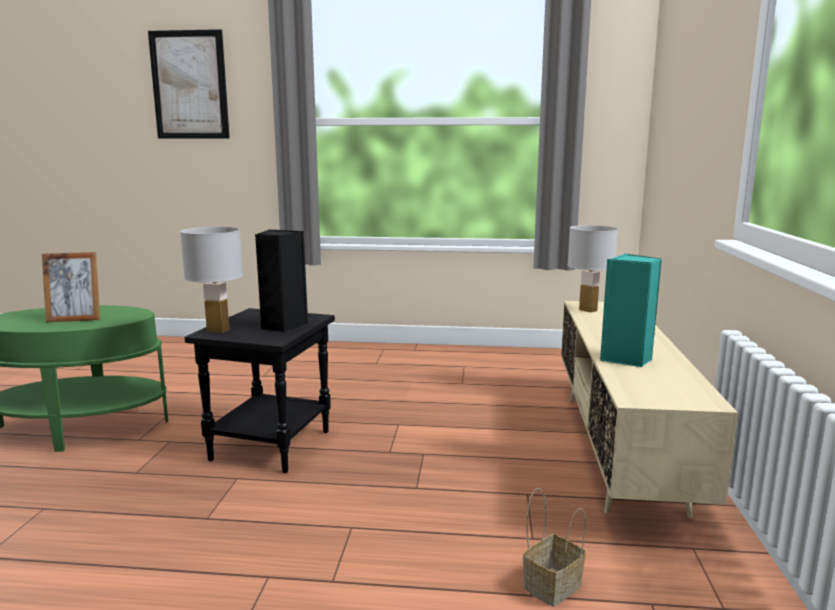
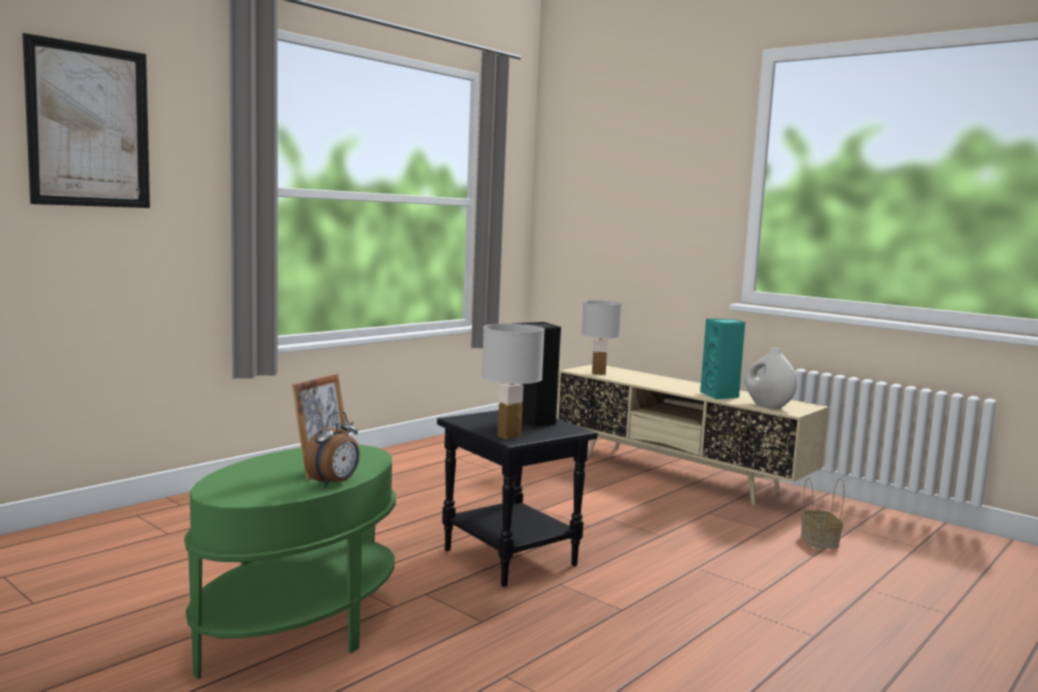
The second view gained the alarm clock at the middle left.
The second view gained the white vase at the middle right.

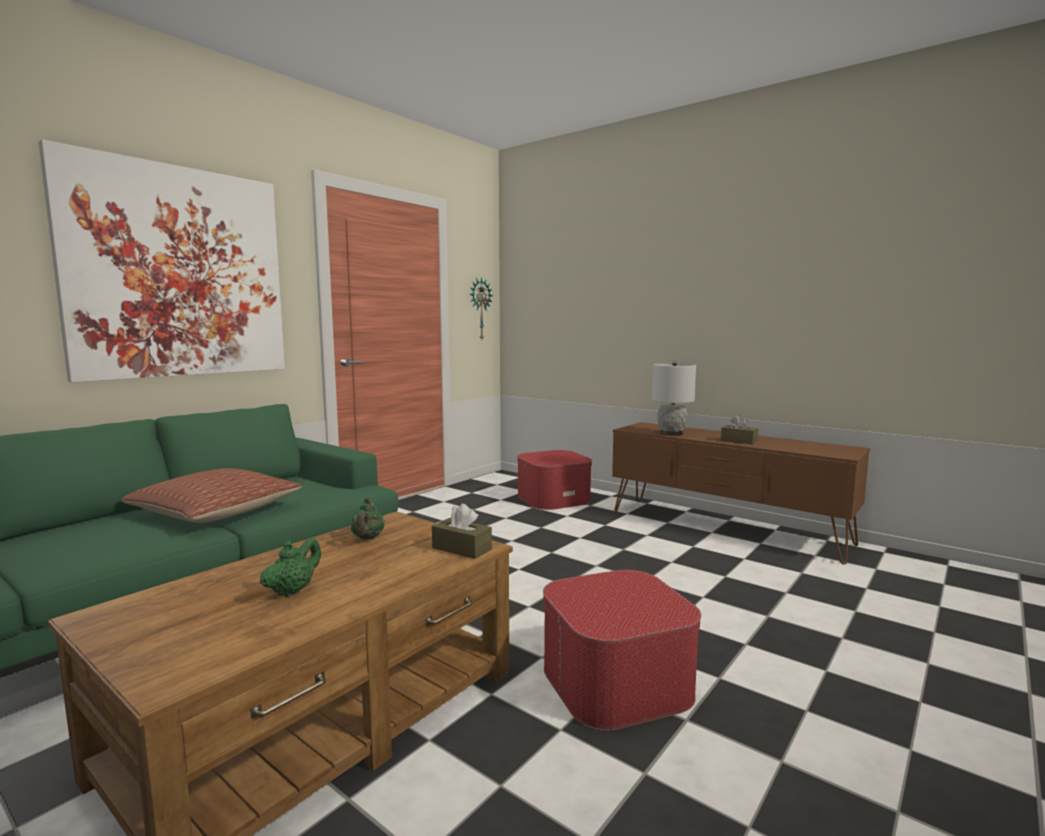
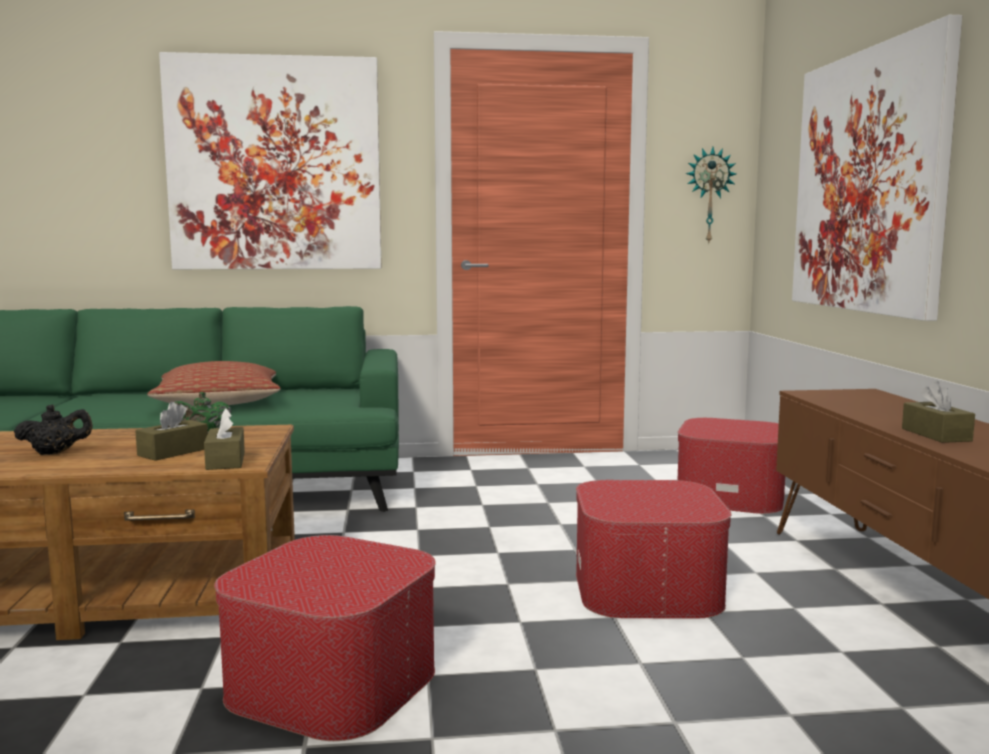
What was the green teapot (1st from left) at the bottom left turned into the black teapot at the middle left.
The second view lost the white table lamp at the centre.
The second view gained the brown tissue box (1st from left) at the middle left.
The second view gained the ottoman (2nd from left) at the bottom centre.
The second view gained the picture (2nd from left) at the top right.

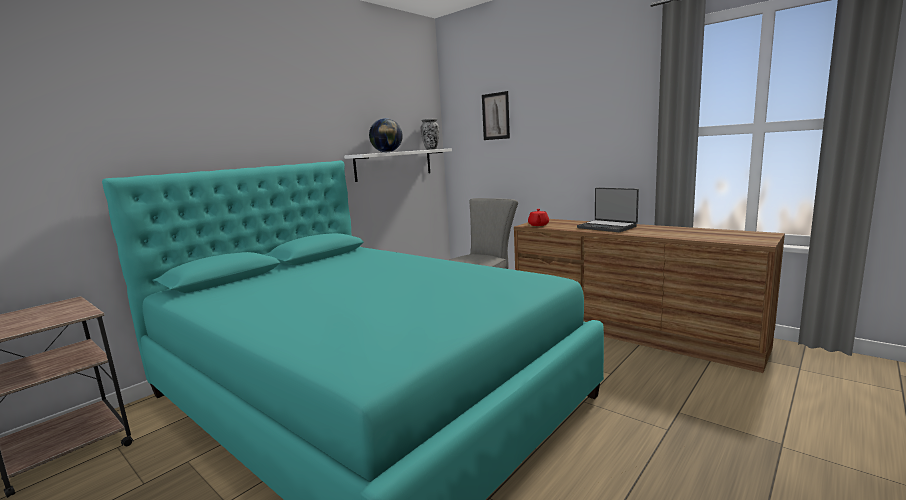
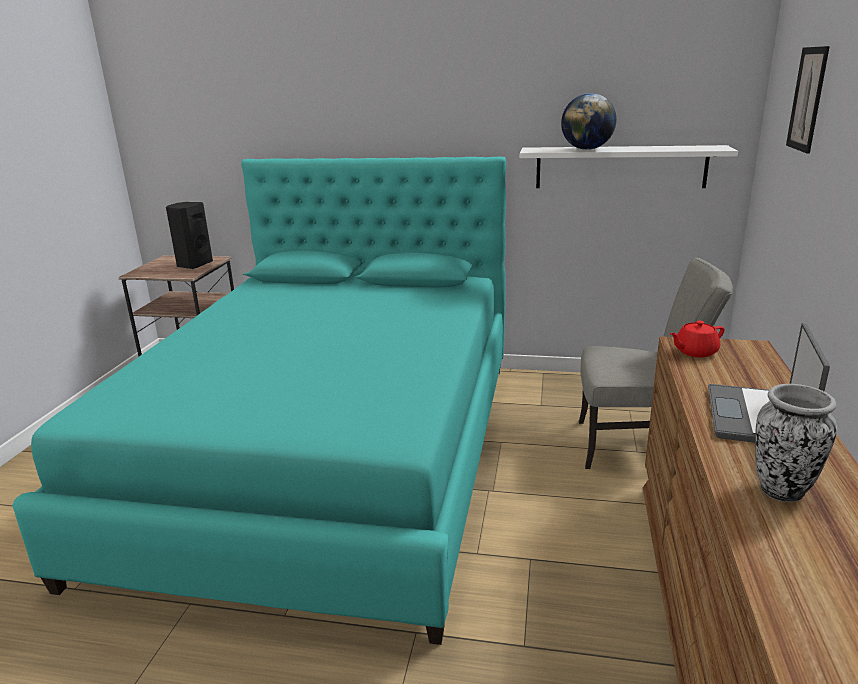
The vase ended up elsewhere, having gone from the top centre to the middle right.
The second view gained the black speaker at the middle left.

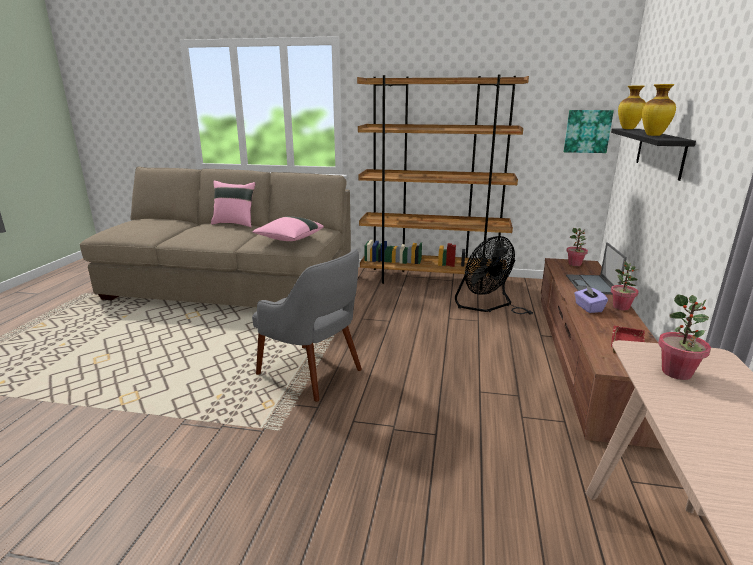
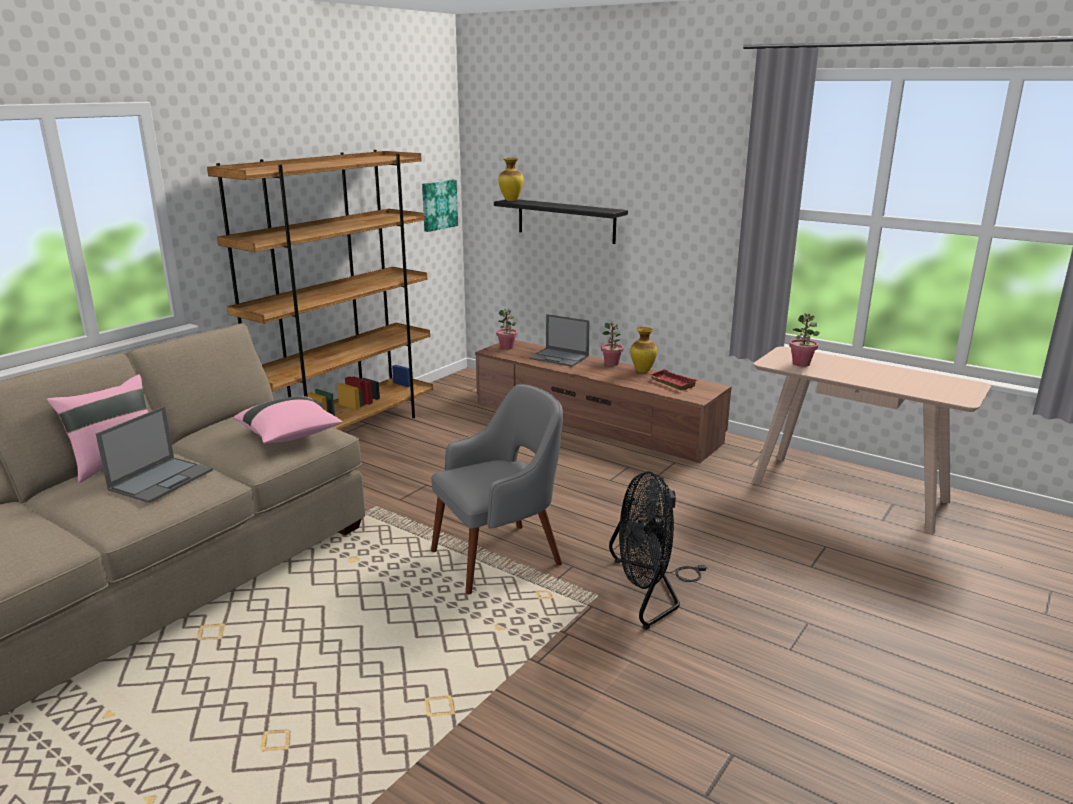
The black fan ended up elsewhere, having gone from the centre to the bottom centre.
The second view lost the purple tissue box at the middle right.
The vase (2nd from left) ended up elsewhere, having gone from the top right to the centre.
The second view gained the laptop (1st from left) at the middle left.

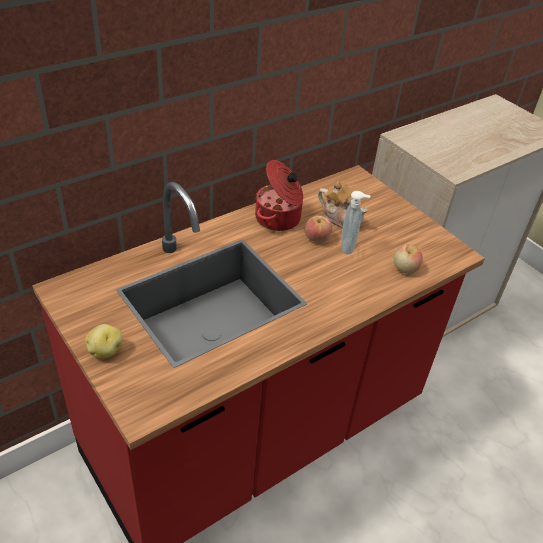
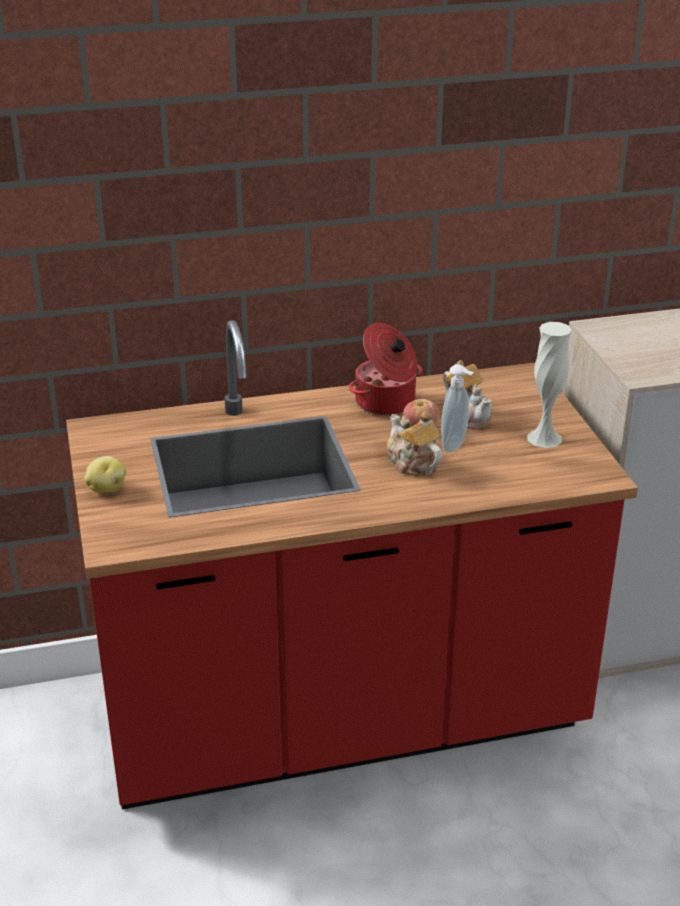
The second view lost the apple (2nd from left) at the middle right.
The second view gained the teapot (1st from left) at the centre.
The second view gained the white vase at the middle right.

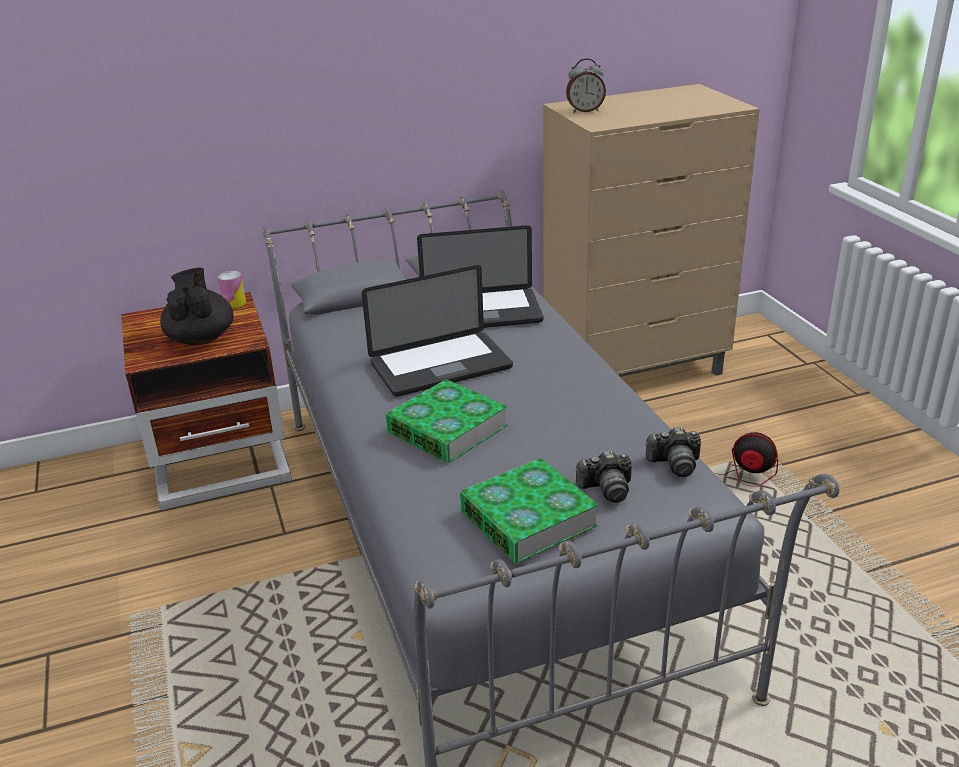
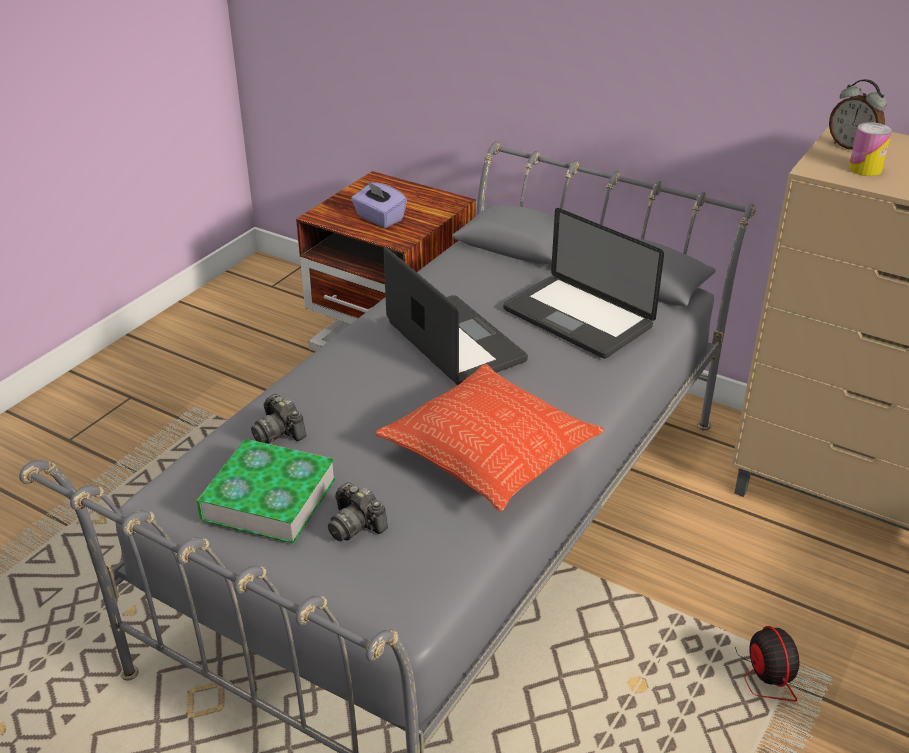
Where the black teapot stood at the middle left, the purple tissue box came to stand at the top centre.
The can ended up elsewhere, having gone from the middle left to the top right.
The laptop (1st from left) at the centre ended up facing another way, 150 degrees counterclockwise from before.
The second view lost the book (1st from left) at the centre.
The photo camera (2nd from left in the first image) ended up elsewhere, having gone from the middle right to the middle left.
The second view gained the orange pillow at the centre.

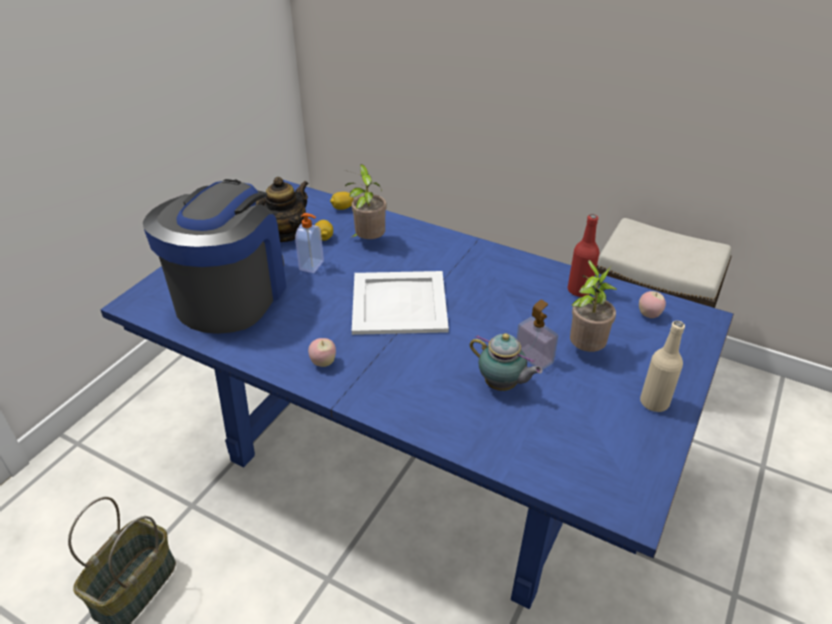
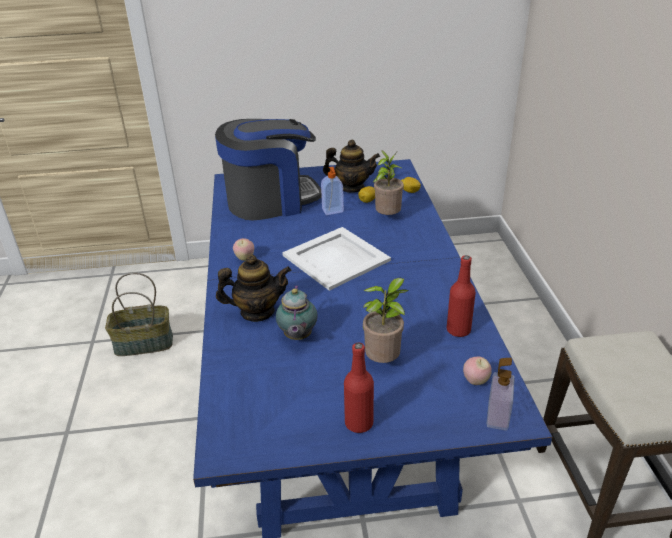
The soap dispenser (2nd from left) ended up elsewhere, having gone from the centre to the bottom right.
What was the beige bottle at the middle right turned into the red bottle (1st from left) at the bottom centre.
The second view gained the teapot (1st from left) at the centre.

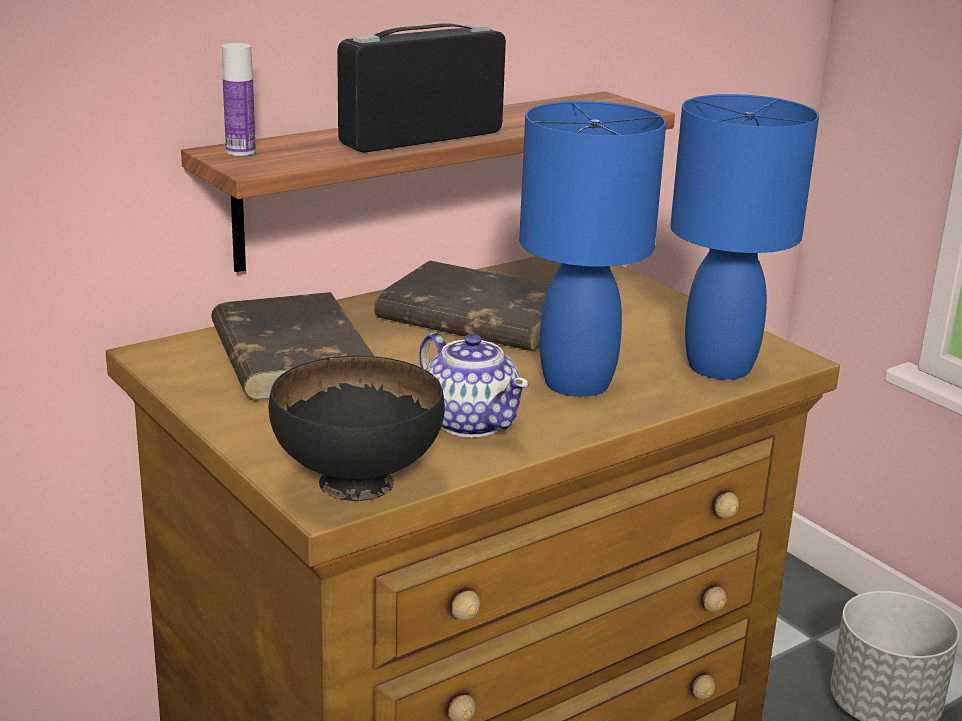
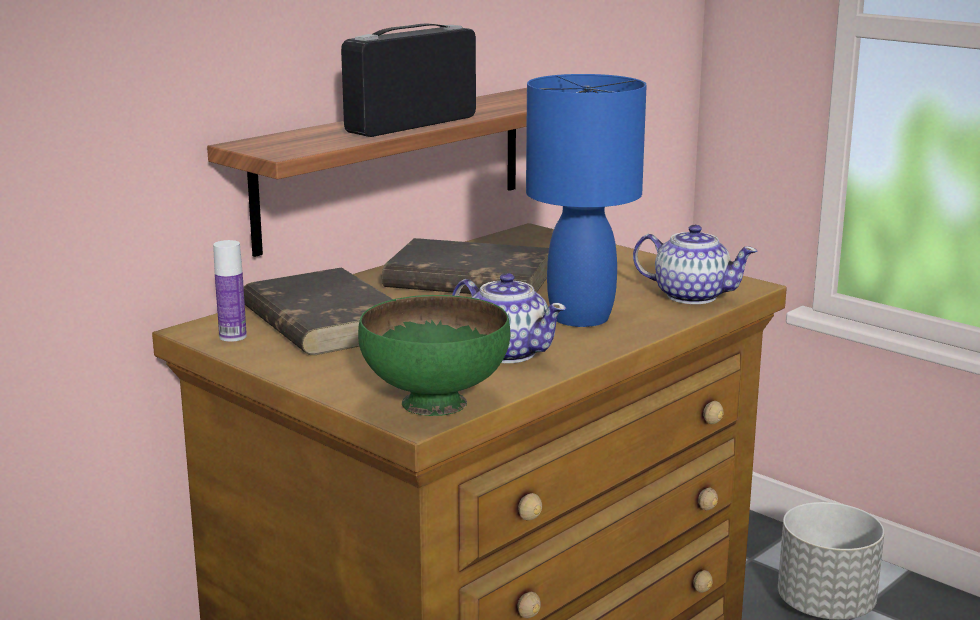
The bottle ended up elsewhere, having gone from the top left to the middle left.
What was the black bowl at the centre turned into the green bowl at the centre.
Where the blue table lamp (2nd from left) stood at the top right, the teapot (2nd from left) came to stand at the middle right.

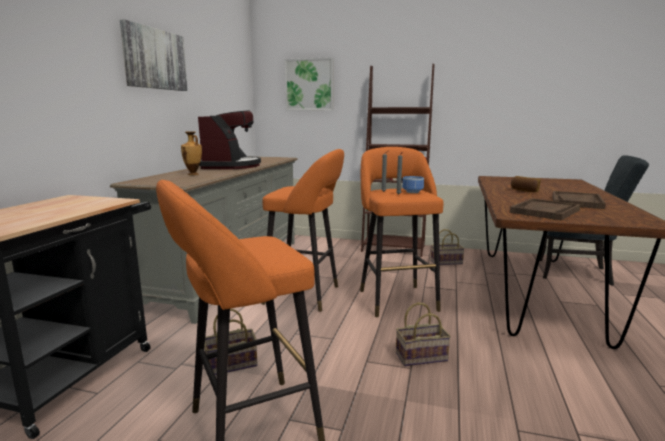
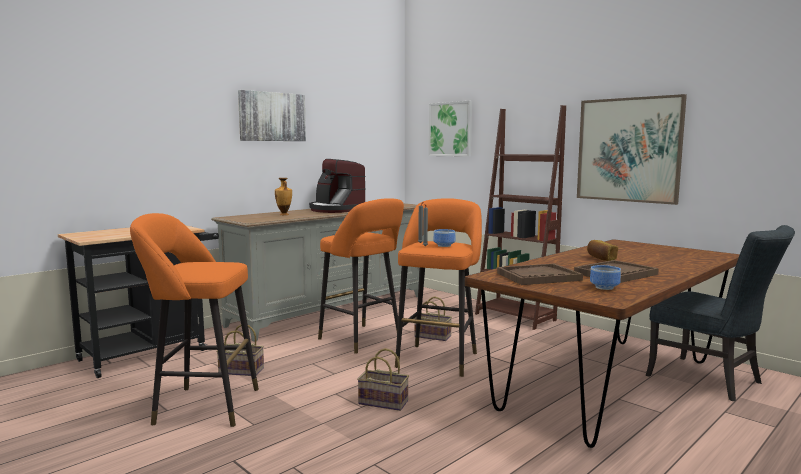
The coffee machine at the top centre ended up facing another way, 105 degrees clockwise from before.
The basket (3rd from left) ended up elsewhere, having gone from the middle right to the bottom centre.
The second view gained the picture (3rd from left) at the top right.
The second view gained the bowl (2nd from left) at the middle right.

